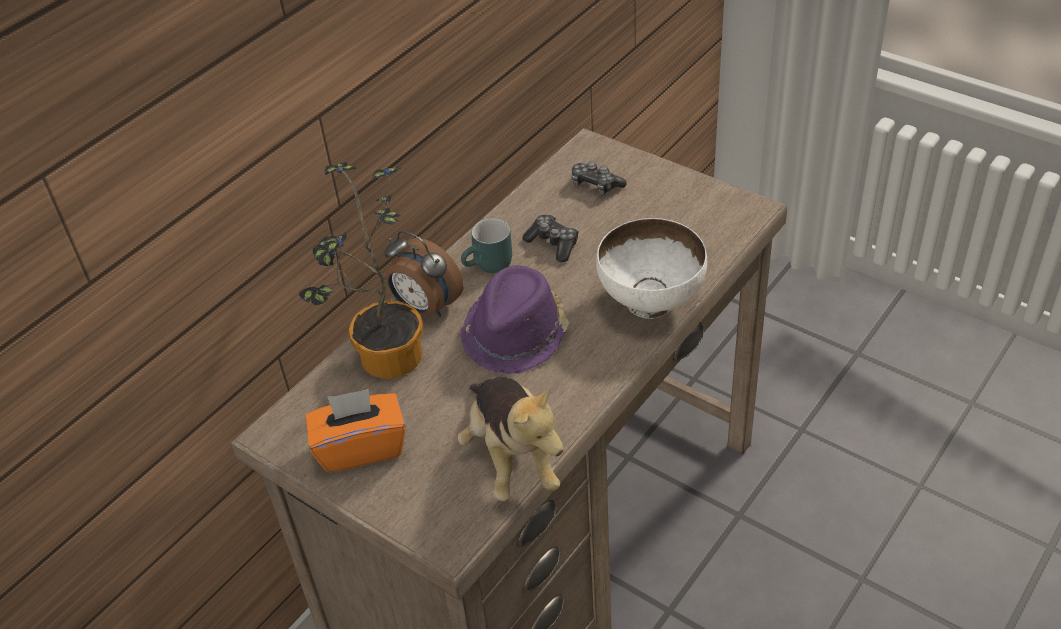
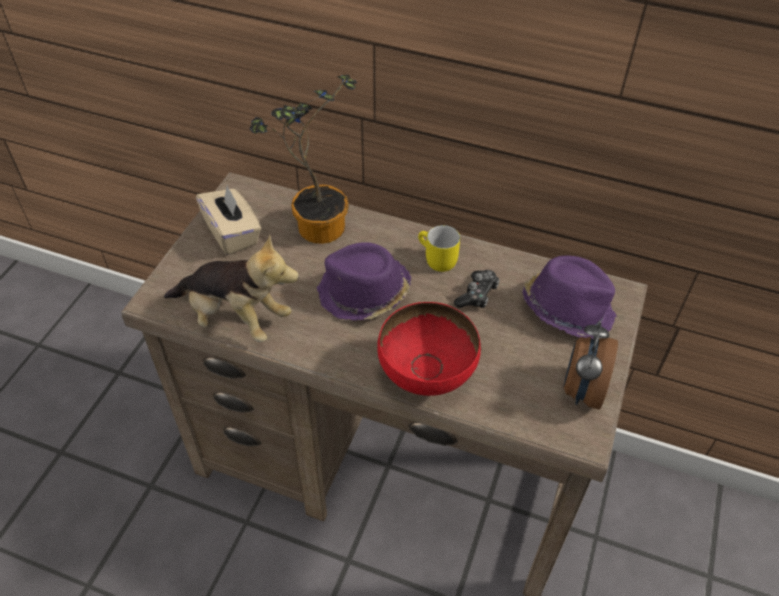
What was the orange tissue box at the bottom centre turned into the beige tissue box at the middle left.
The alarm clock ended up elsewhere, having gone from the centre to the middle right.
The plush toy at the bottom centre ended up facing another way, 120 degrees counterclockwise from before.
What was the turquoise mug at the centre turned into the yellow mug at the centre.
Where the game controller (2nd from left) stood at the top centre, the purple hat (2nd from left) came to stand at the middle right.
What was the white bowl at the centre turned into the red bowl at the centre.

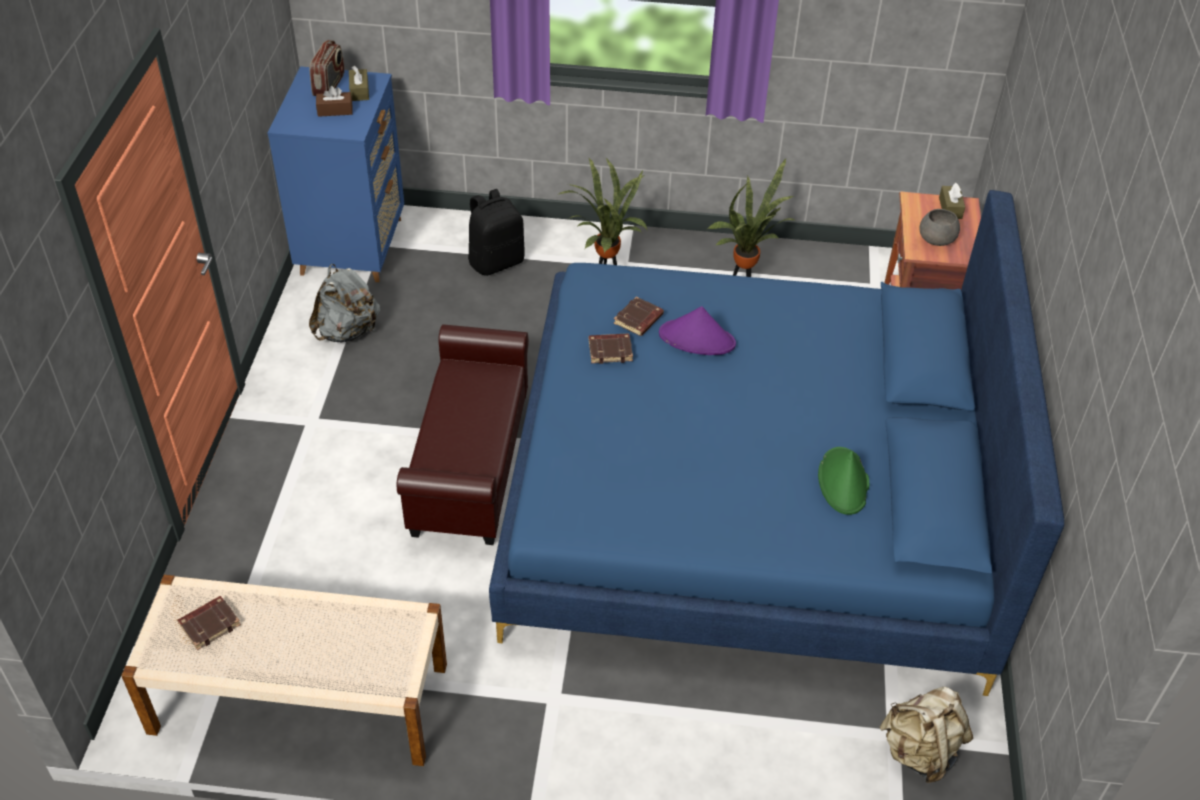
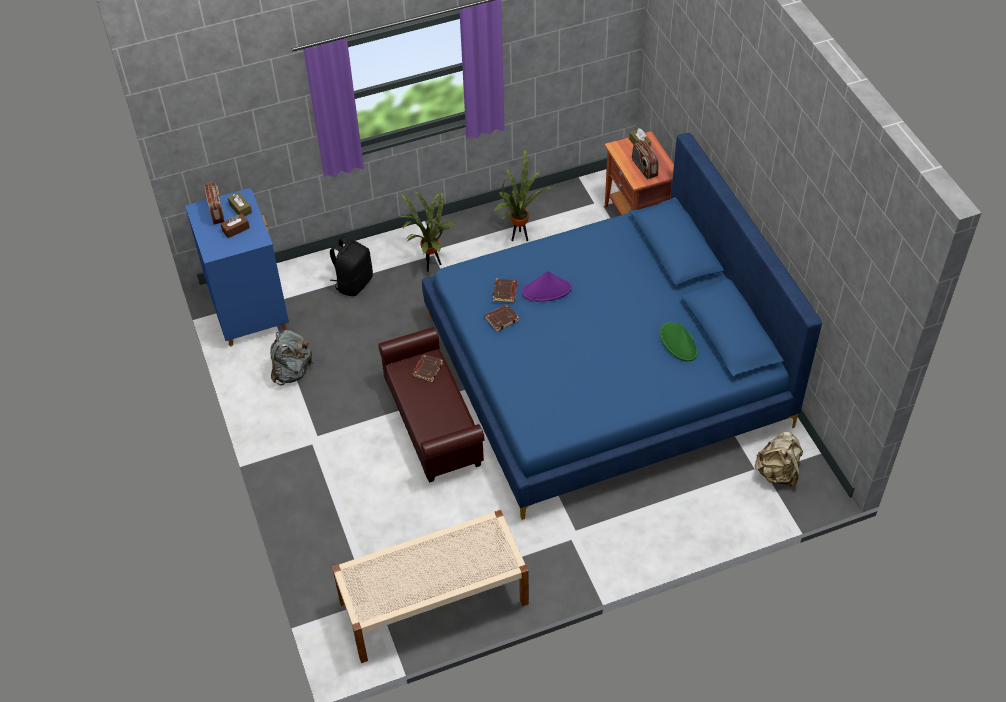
The brown book (1st from left) ended up elsewhere, having gone from the bottom left to the centre.
Where the grey bowl stood at the top right, the radio (2nd from left) came to stand at the top centre.

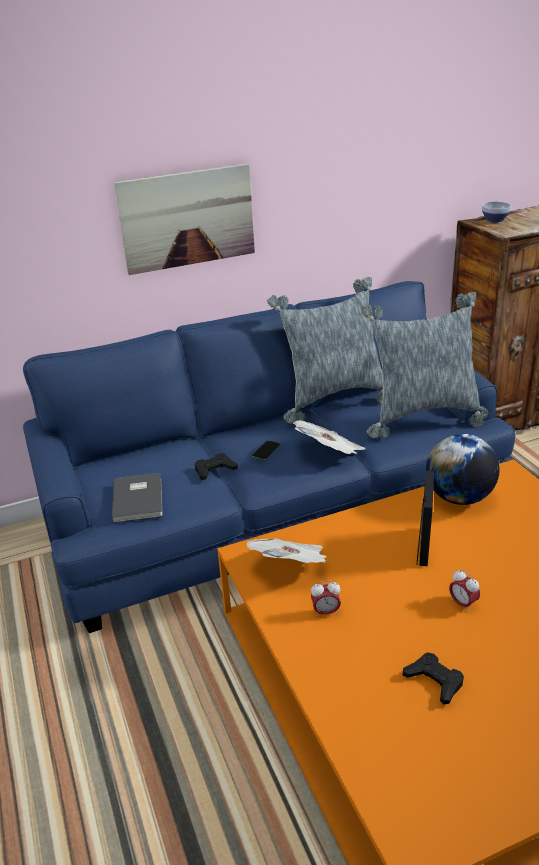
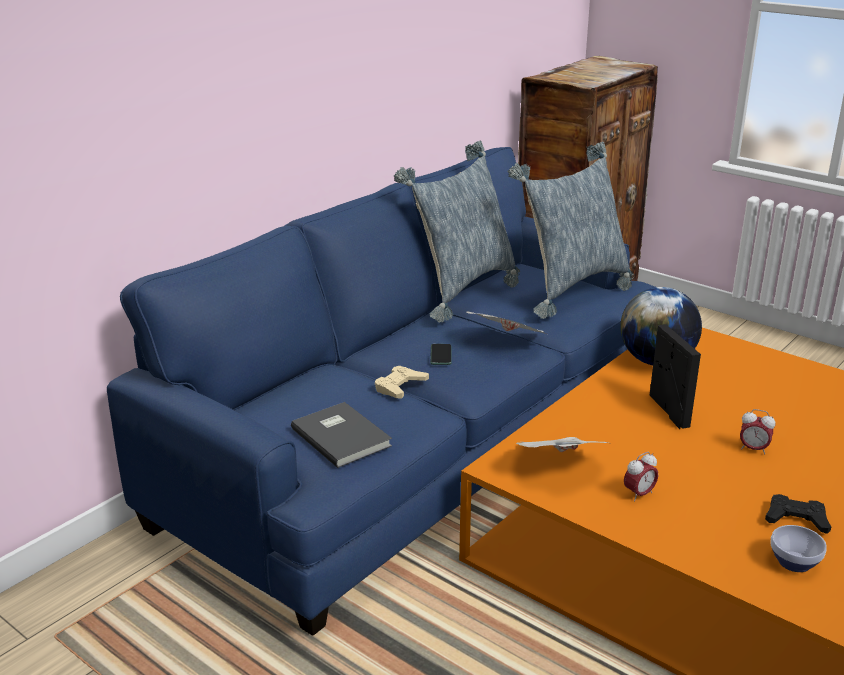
The second view lost the picture at the top centre.
What was the black game controller (1st from left) at the centre turned into the beige game controller at the centre.
The bowl ended up elsewhere, having gone from the top right to the bottom right.

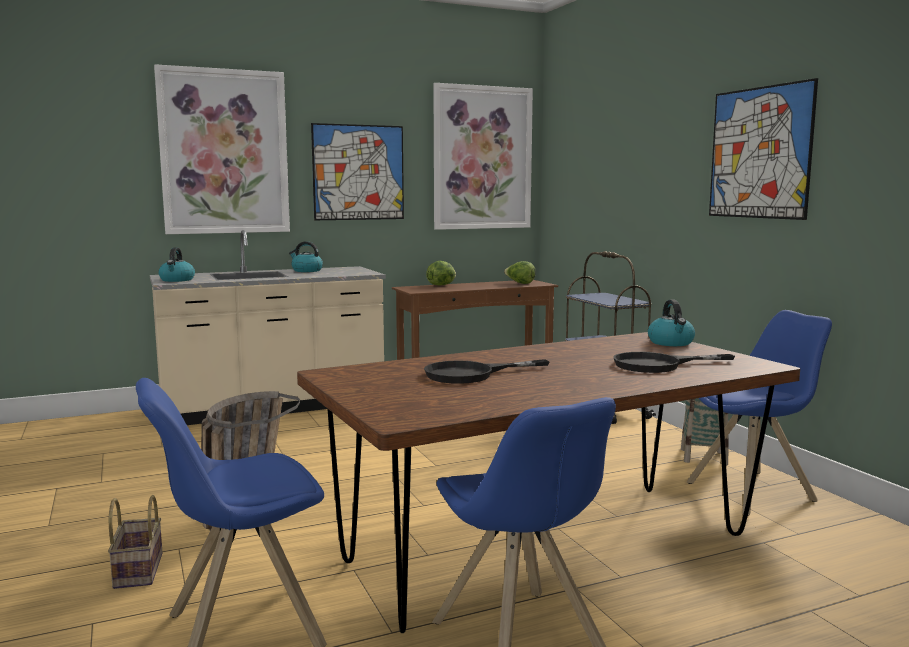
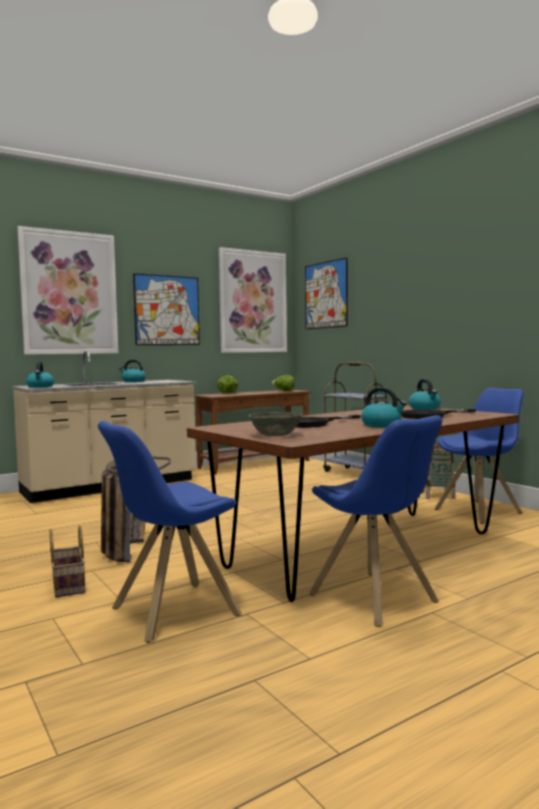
The picture (4th from left) ended up elsewhere, having gone from the top right to the centre.
The second view gained the grey bowl at the centre.
The second view gained the kettle (3rd from left) at the middle right.

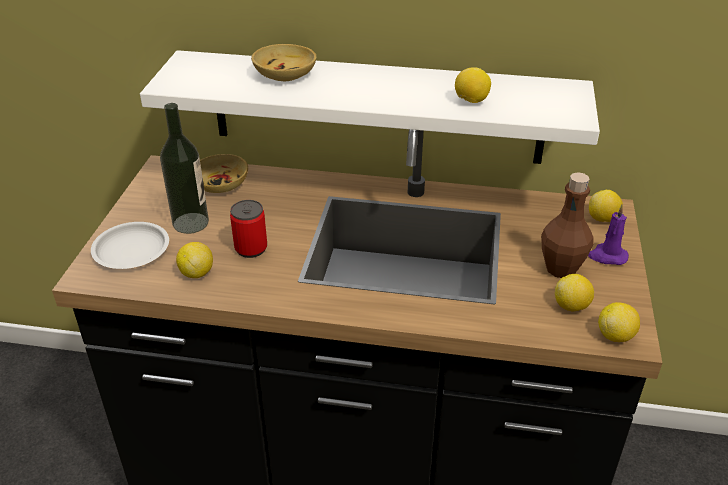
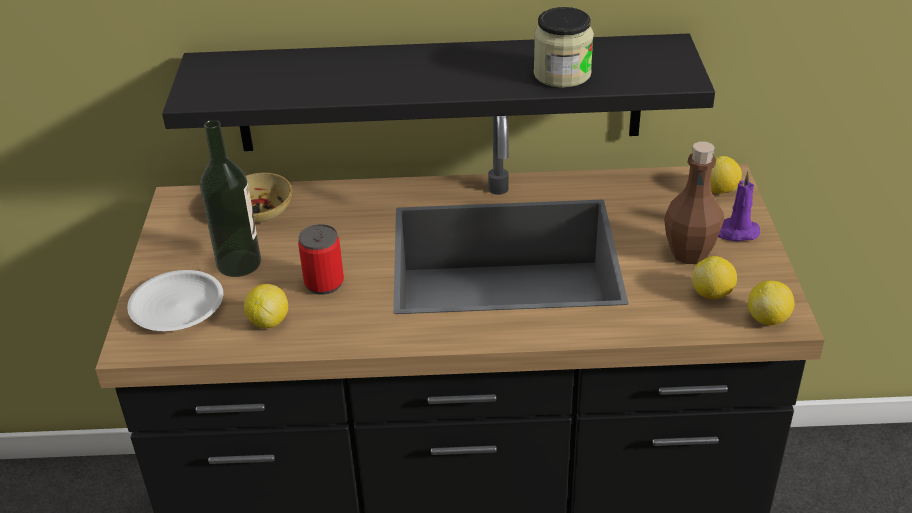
What was the white shelf at the top centre turned into the black shelf at the top centre.
The second view lost the beige bowl (2nd from left) at the top centre.
Where the lemon (2nd from left) stood at the top centre, the jar came to stand at the top centre.

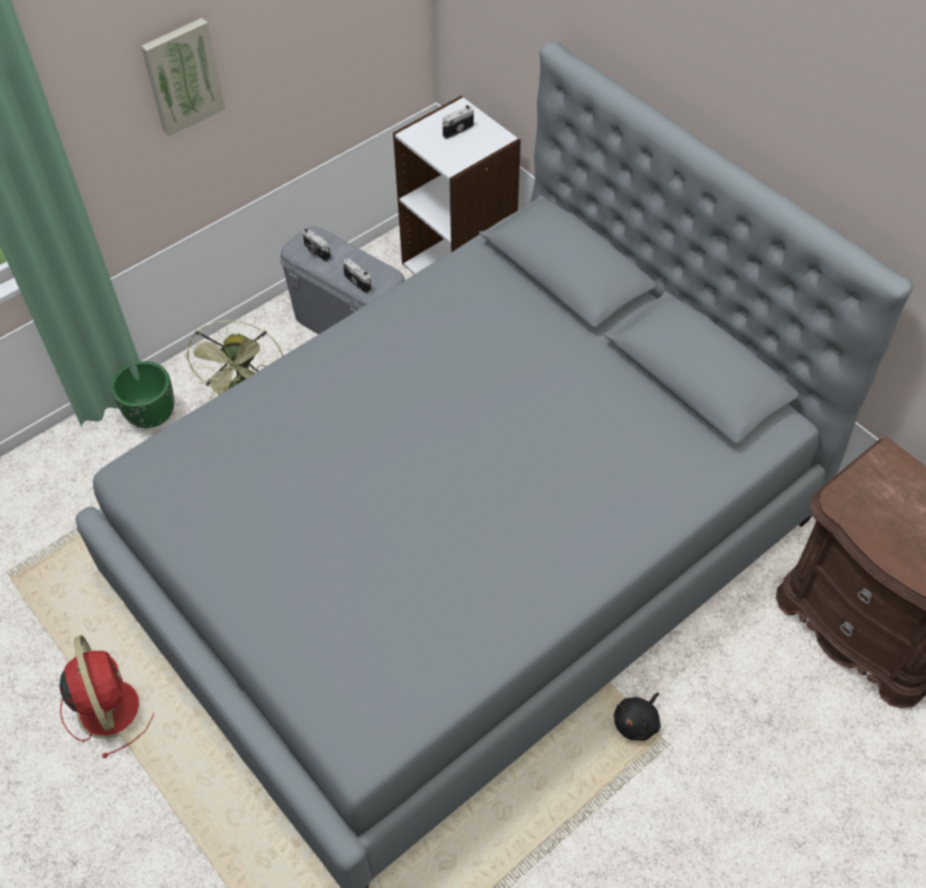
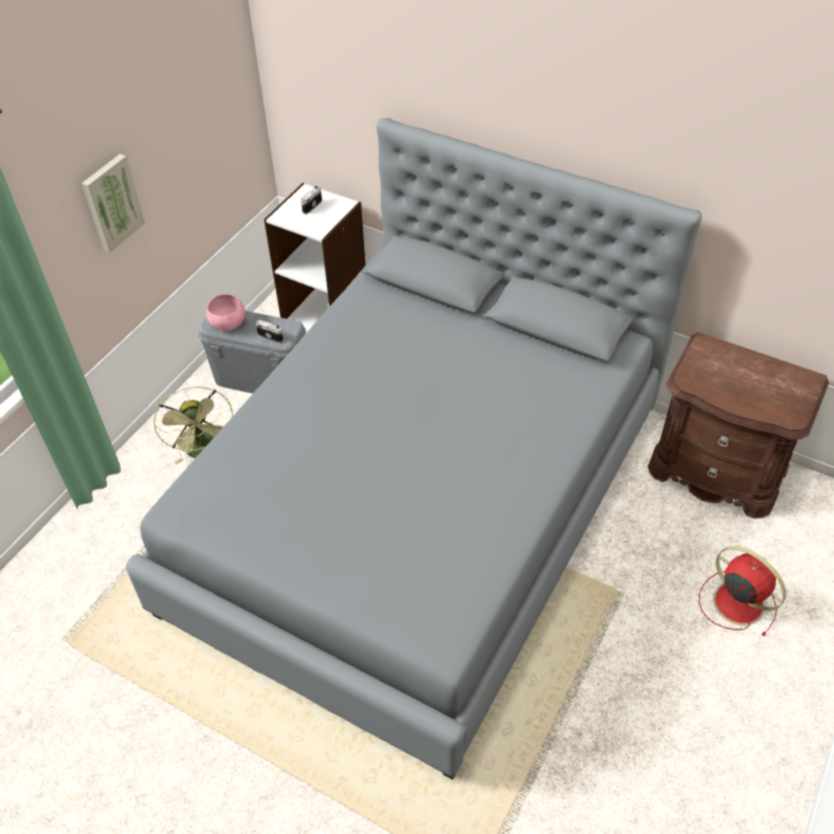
The red fan ended up elsewhere, having gone from the bottom left to the bottom right.
The second view lost the green planter at the middle left.
Where the photo camera (1st from left) stood at the top centre, the pink bowl came to stand at the middle left.
The second view lost the black plush toy at the bottom right.

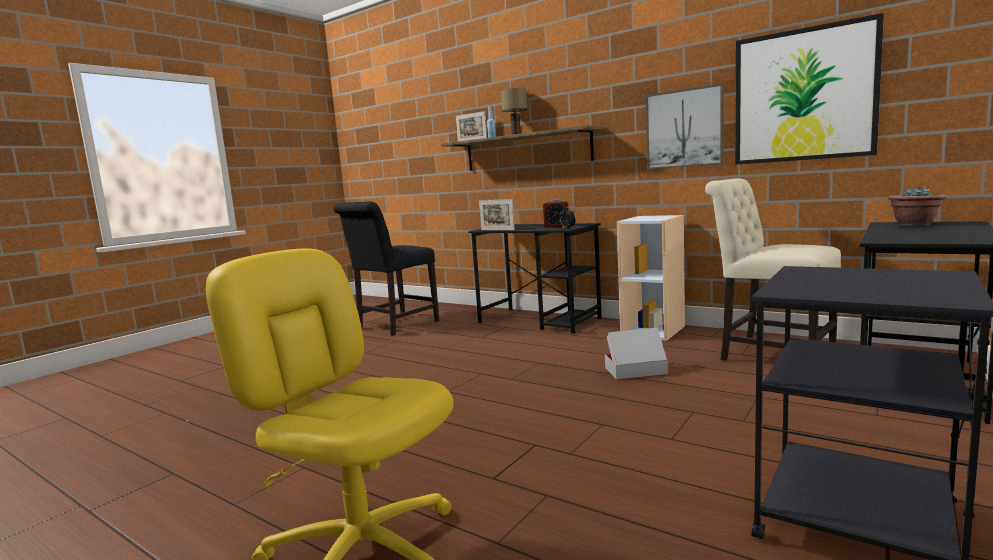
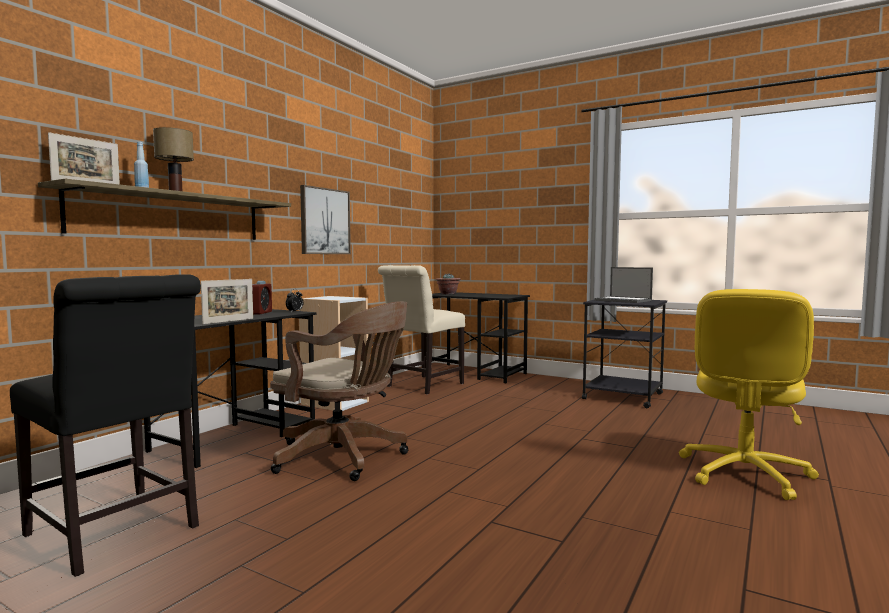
The second view lost the cardboard box at the centre.
The second view lost the picture (2nd from left) at the top right.
The second view gained the brown office chair at the centre.
The second view gained the laptop at the middle right.

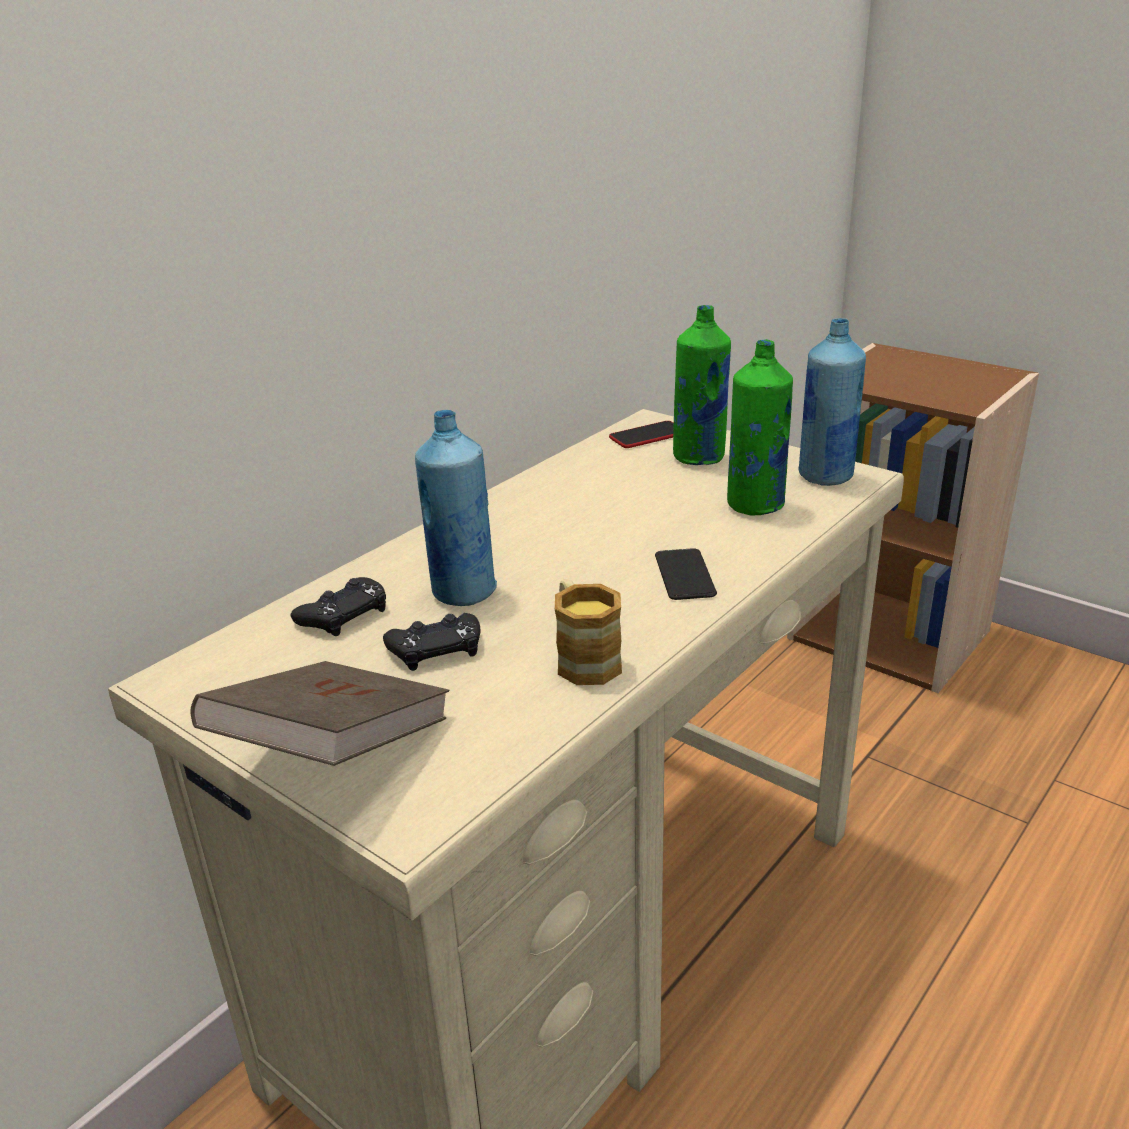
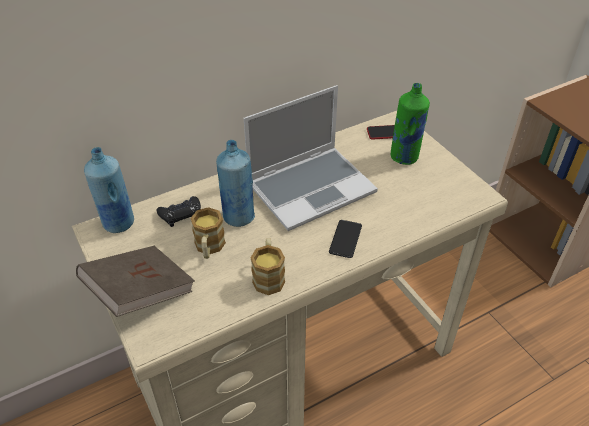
Where the black game controller (2nd from left) stood at the centre, the mug (1st from left) came to stand at the centre.
The second view lost the green bottle (2nd from left) at the middle right.
The blue bottle (2nd from left in the first image) ended up elsewhere, having gone from the middle right to the middle left.
The second view gained the laptop at the centre.

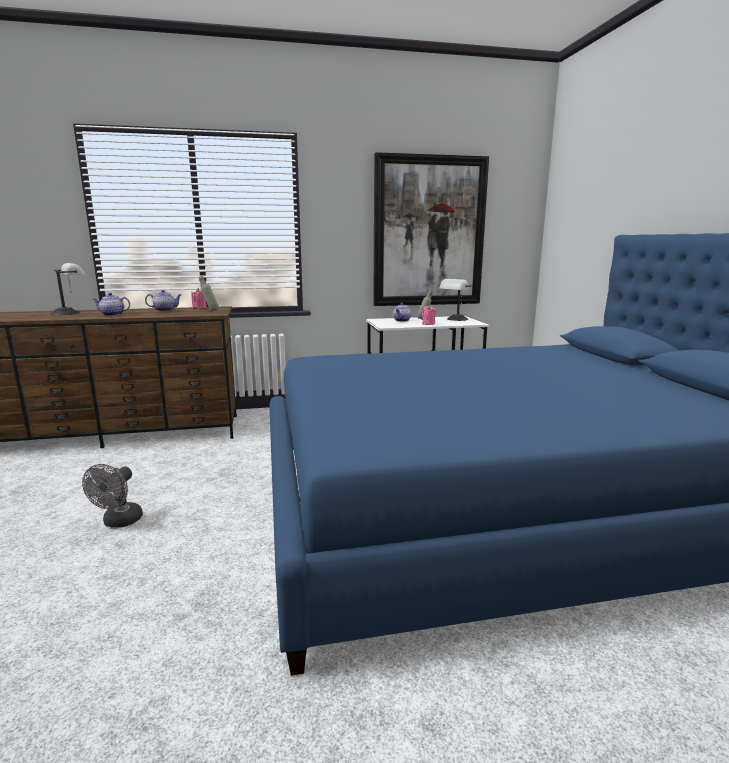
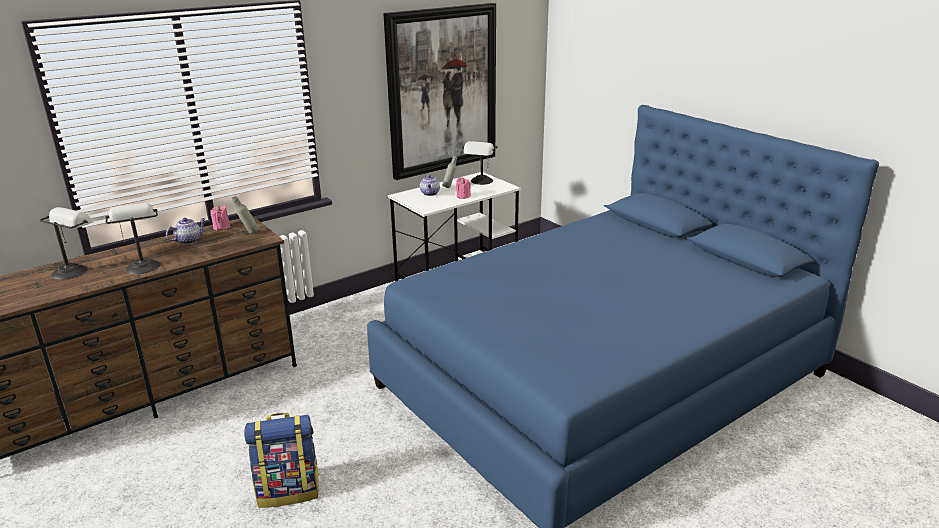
Where the grey fan stood at the middle left, the backpack came to stand at the bottom left.
Where the teapot (1st from left) stood at the middle left, the table lamp (2nd from left) came to stand at the middle left.

